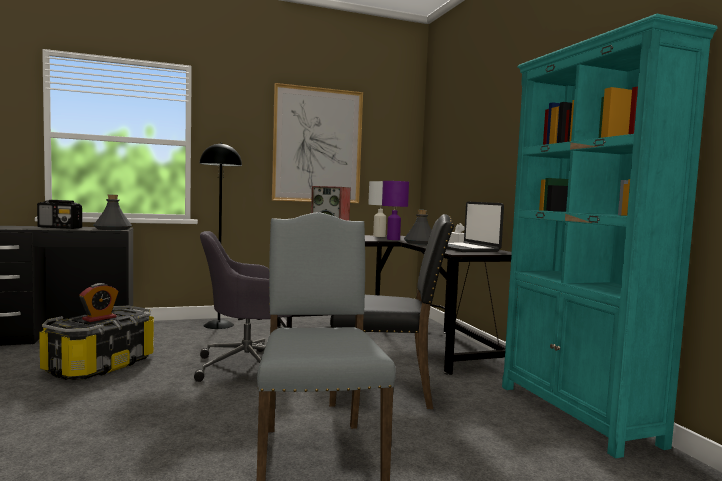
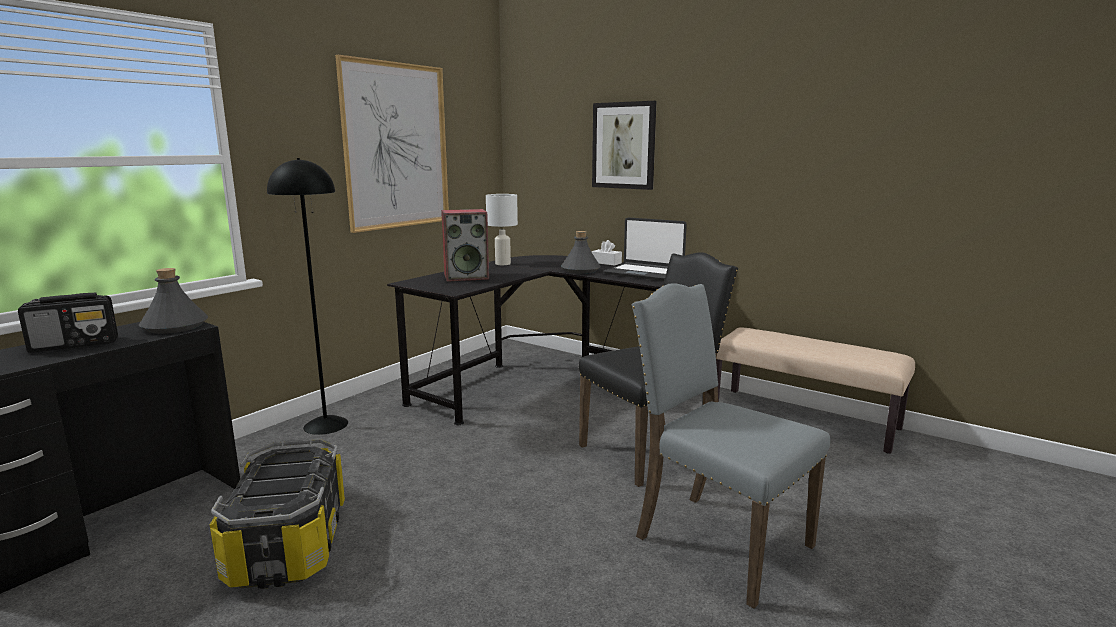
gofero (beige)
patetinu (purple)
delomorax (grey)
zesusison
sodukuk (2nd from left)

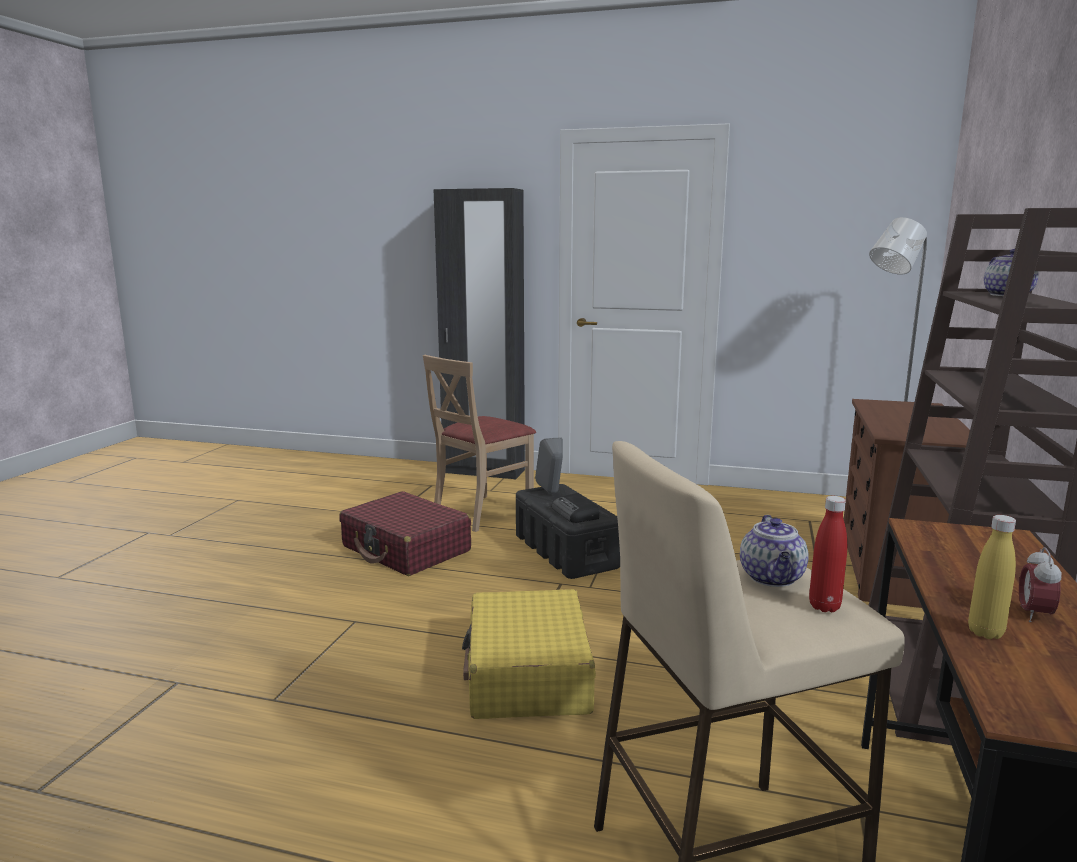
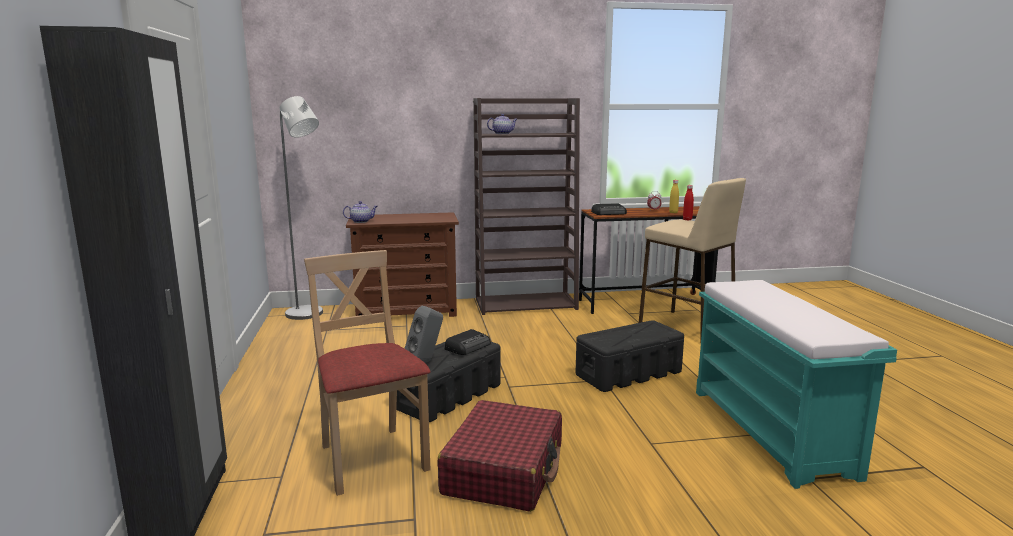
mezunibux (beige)
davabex (1st from left)
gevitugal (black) (2nd from left)
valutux (2nd from left)
gofero (turquoise)

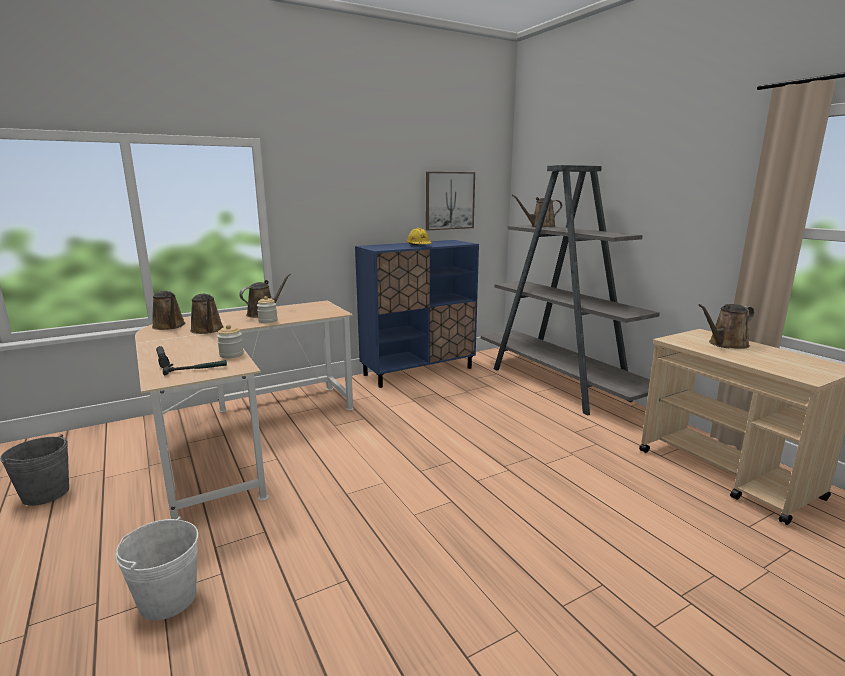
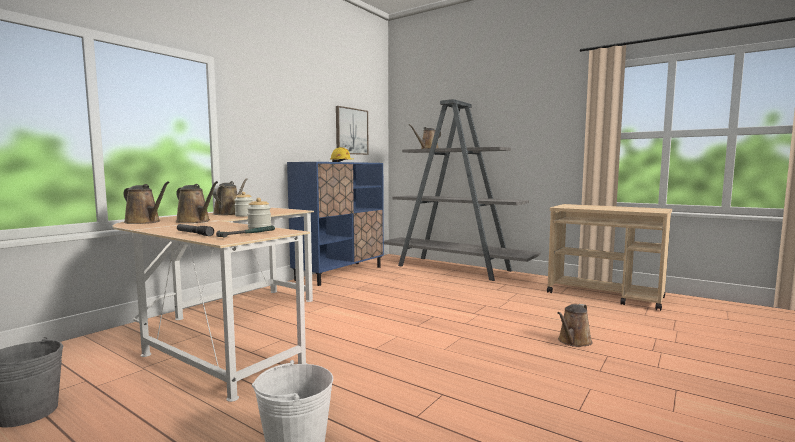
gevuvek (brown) (5th from left)

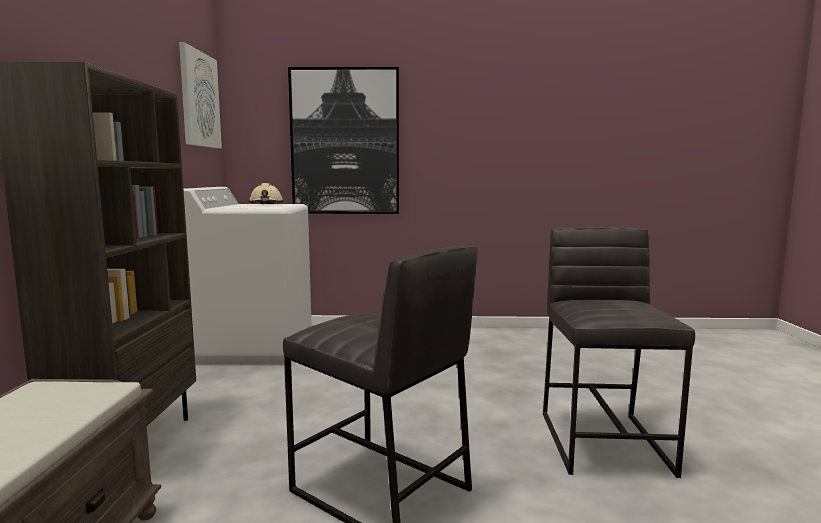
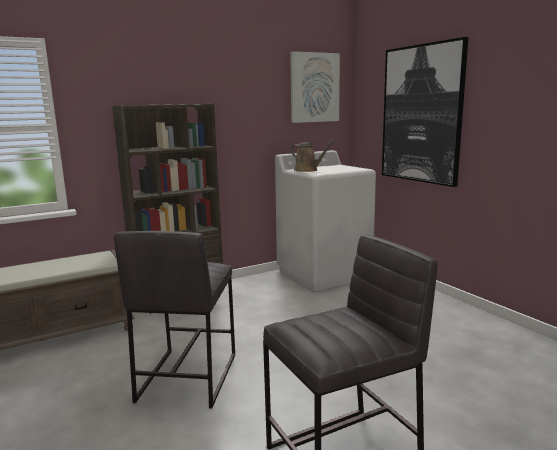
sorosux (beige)
gevuvek (brown)

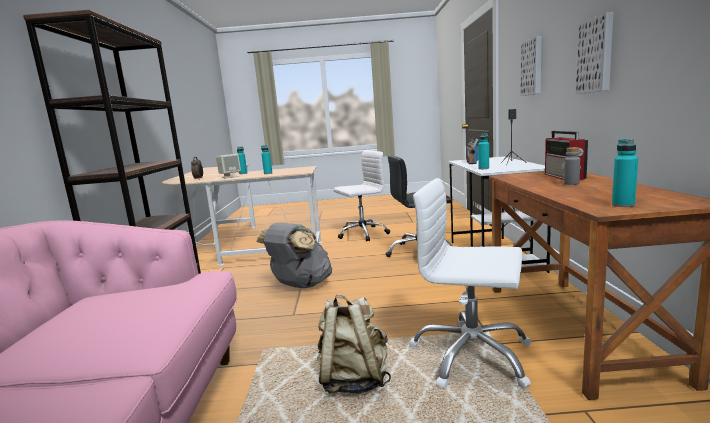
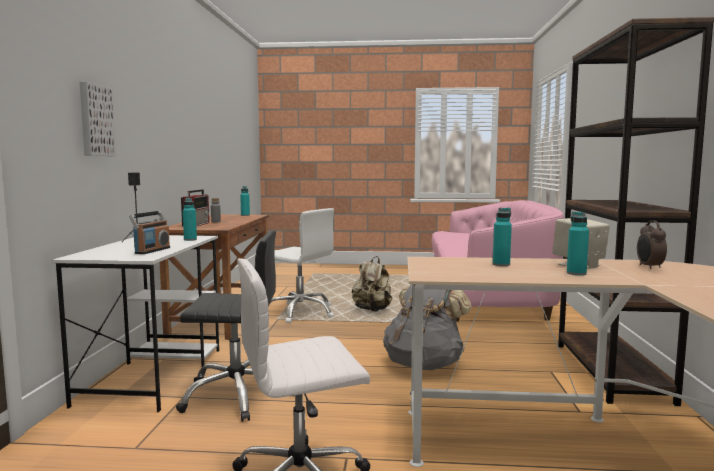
sodukuk (2nd from left in the first image)

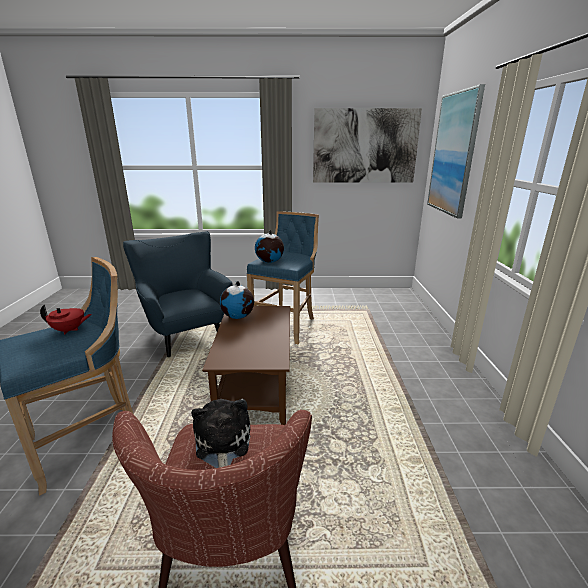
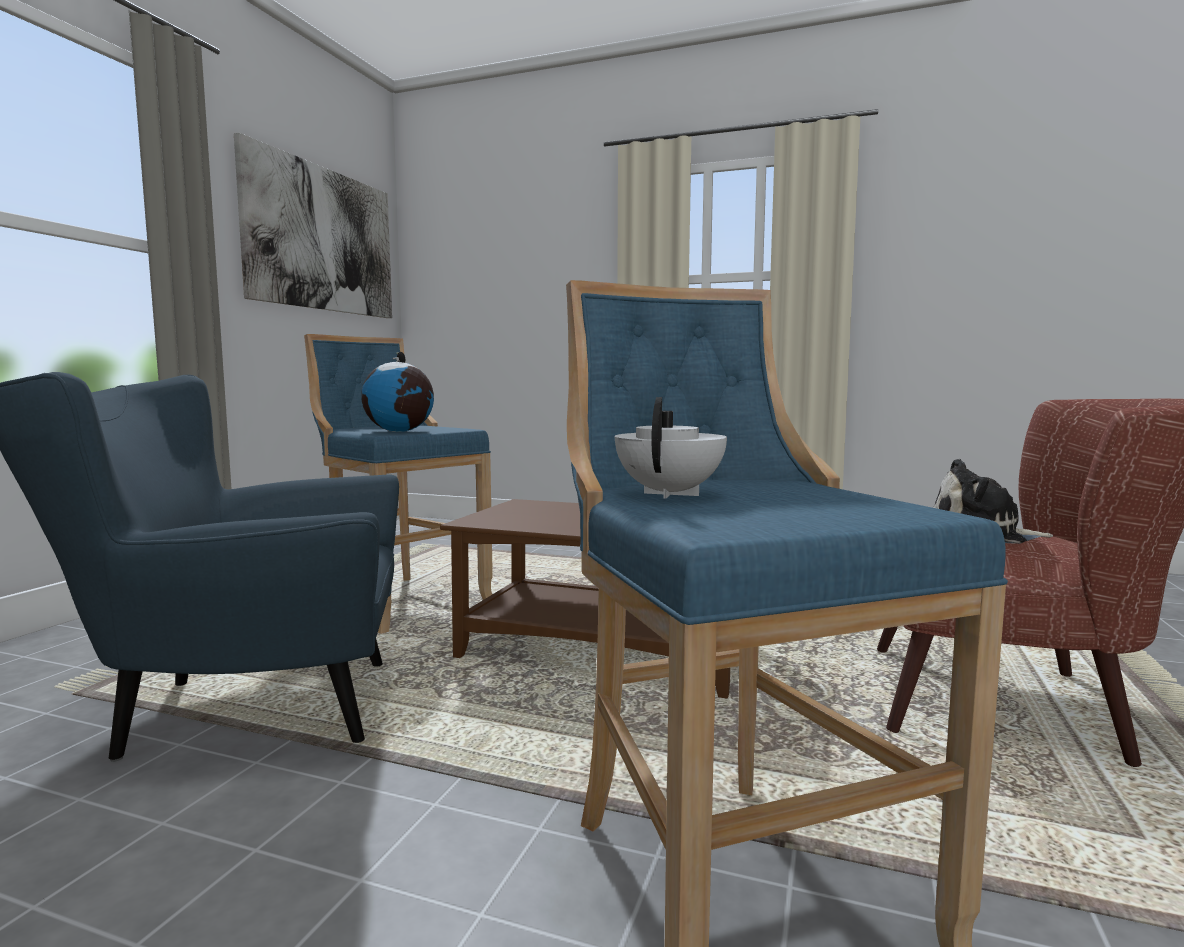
sodukuk (2nd from left in the first image)
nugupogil (1st from left in the first image)
davabex (white)

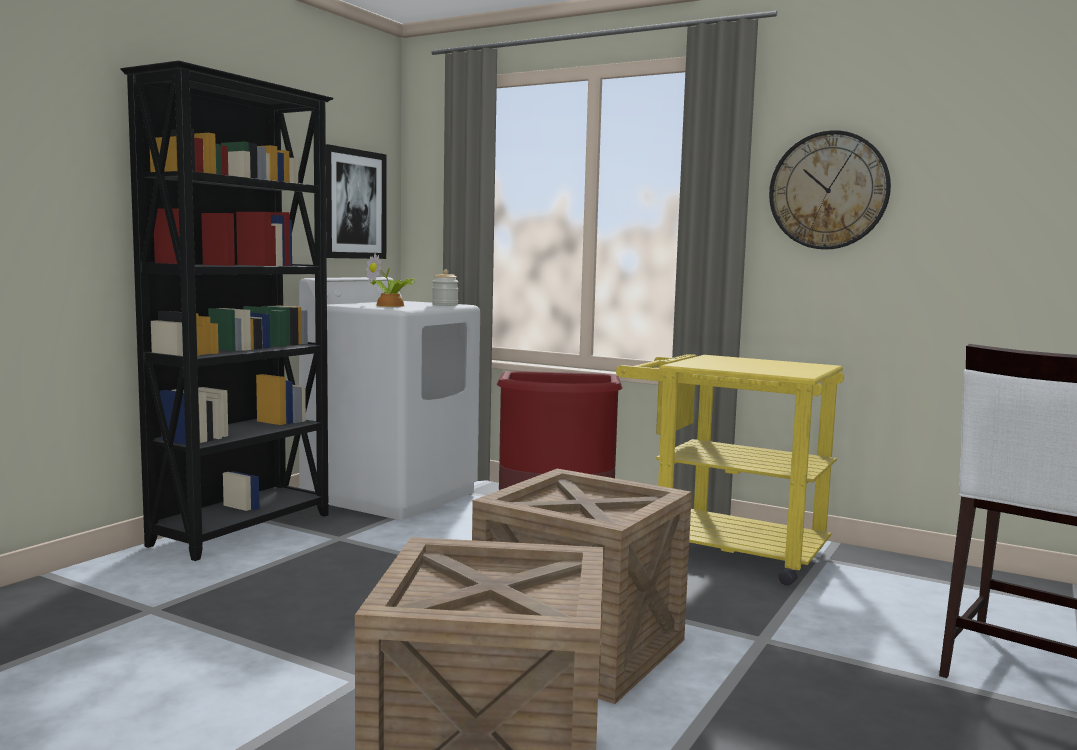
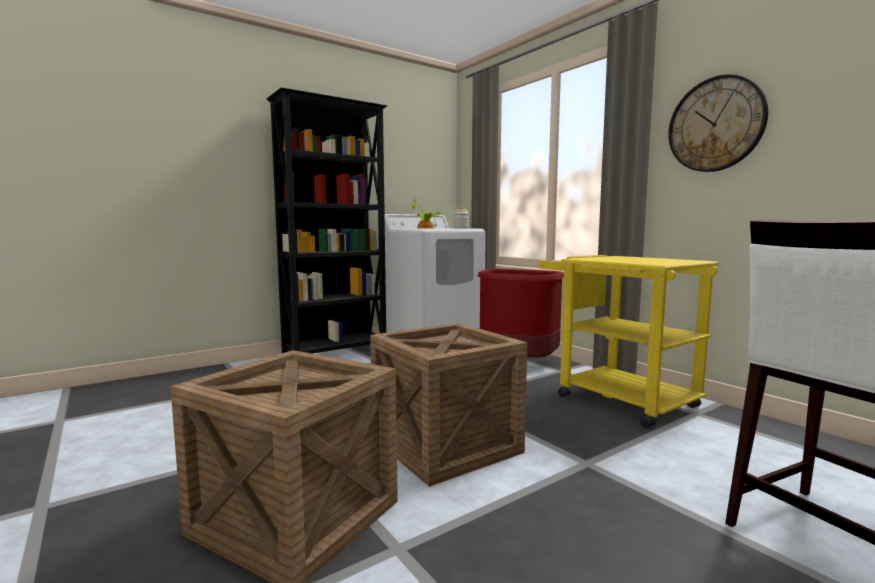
sodukuk

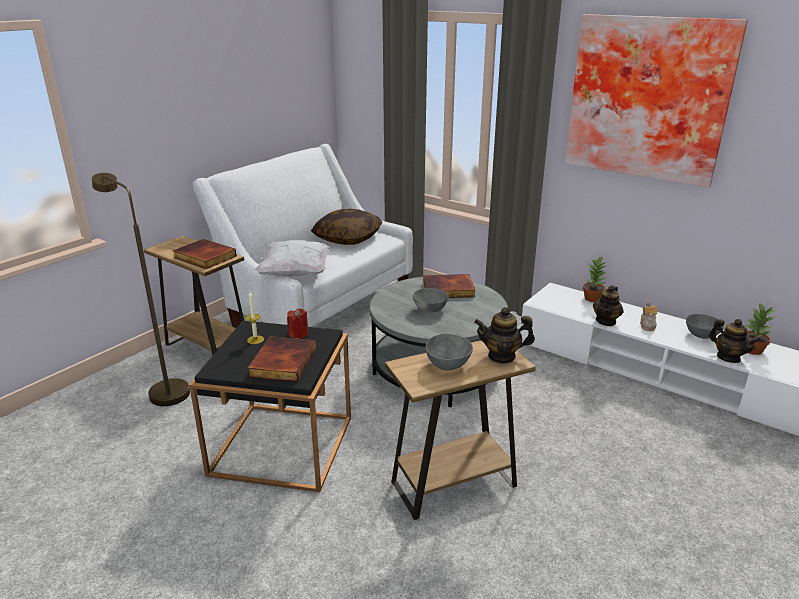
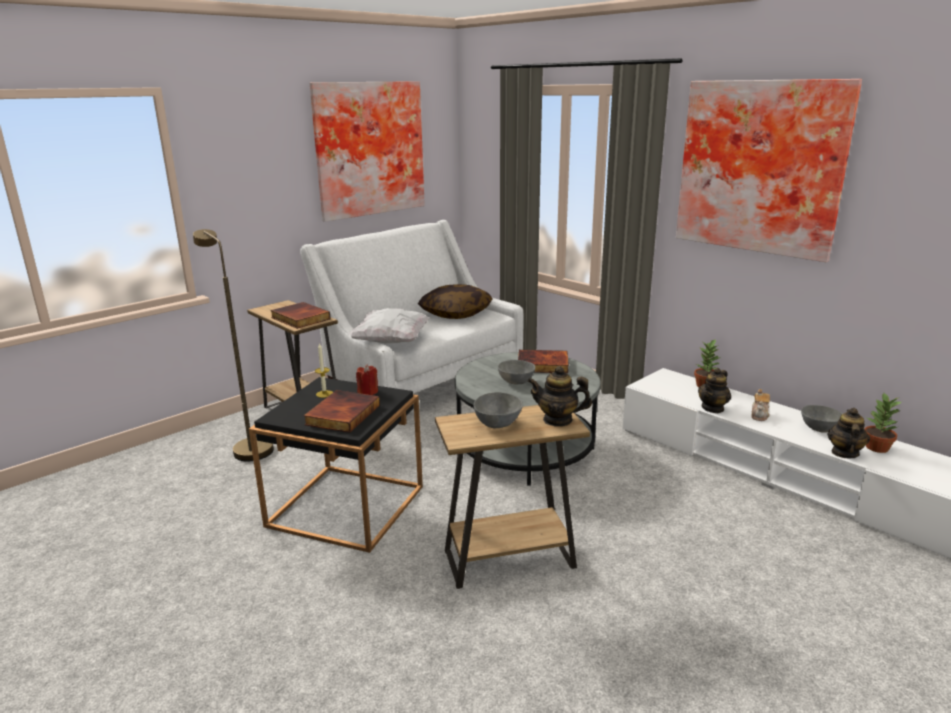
davabex (4th from left)
sodukuk (1st from left)

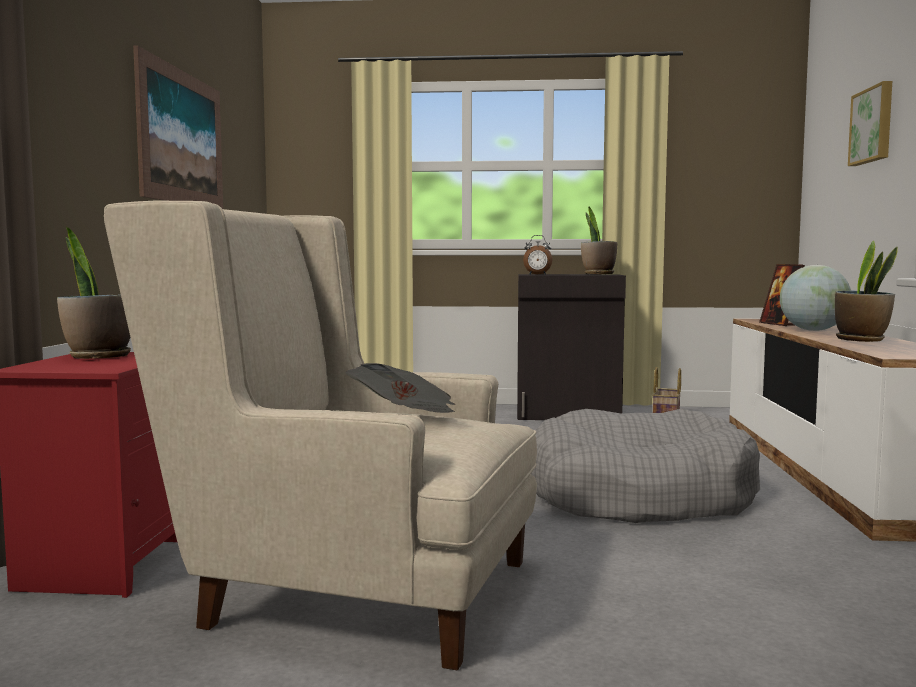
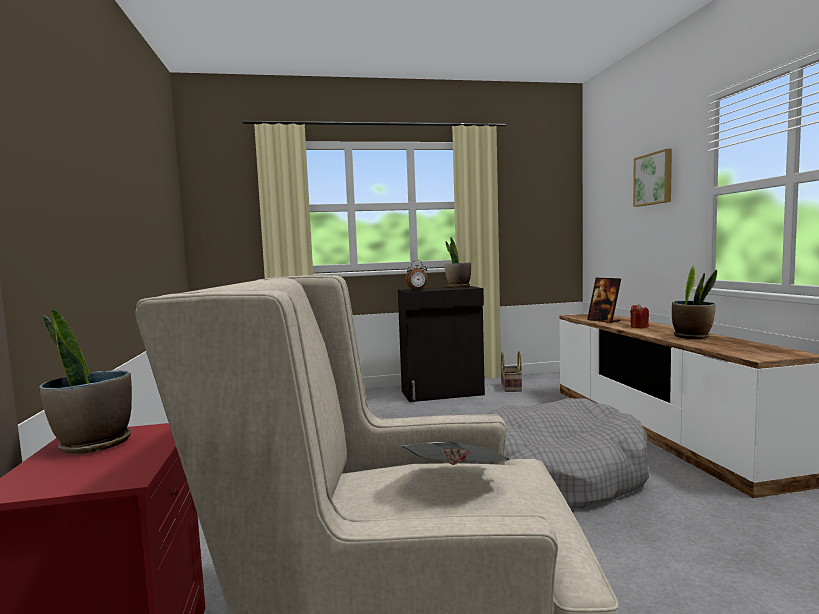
sodukuk (1st from left in the first image)
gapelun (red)

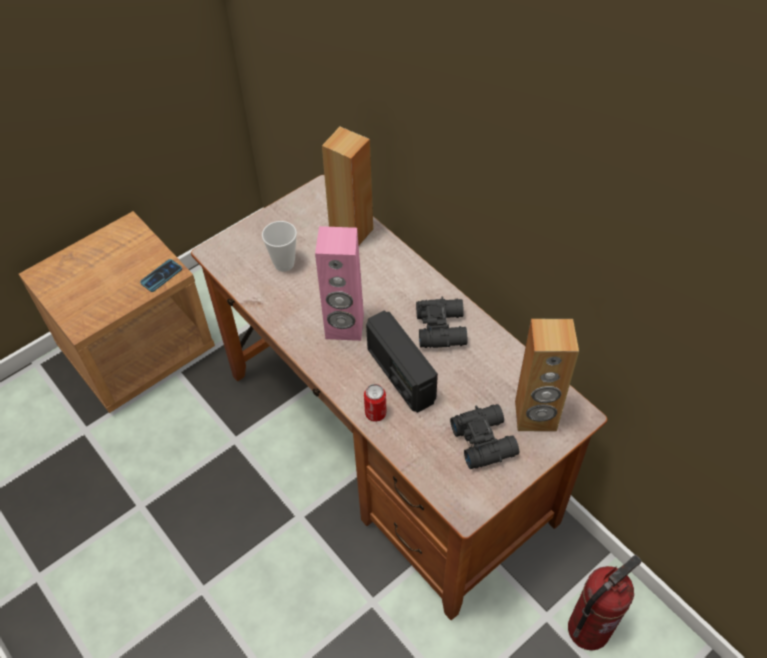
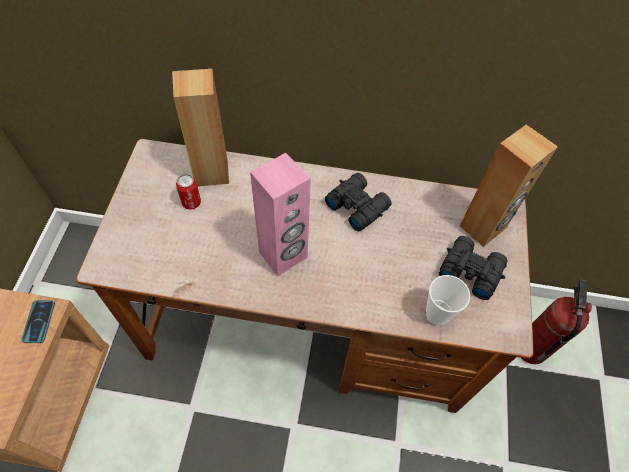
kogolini
valutux
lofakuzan

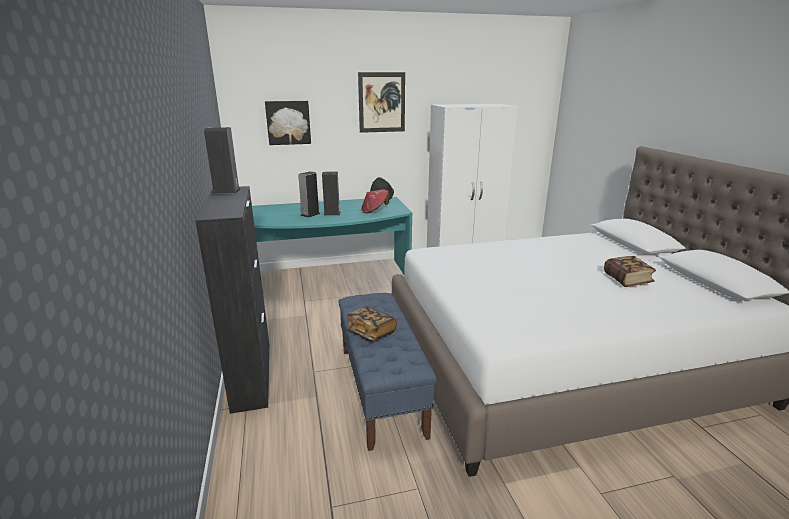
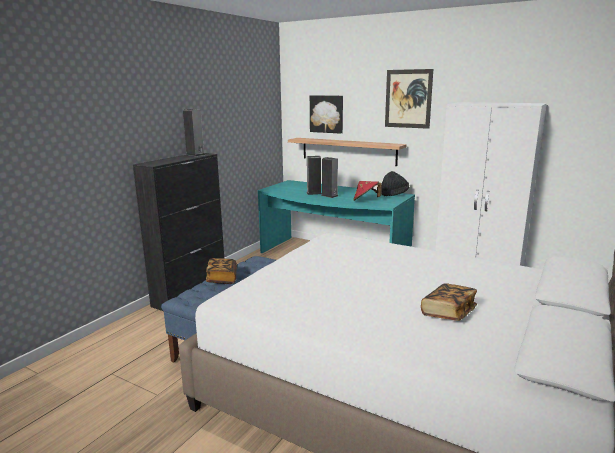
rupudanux

